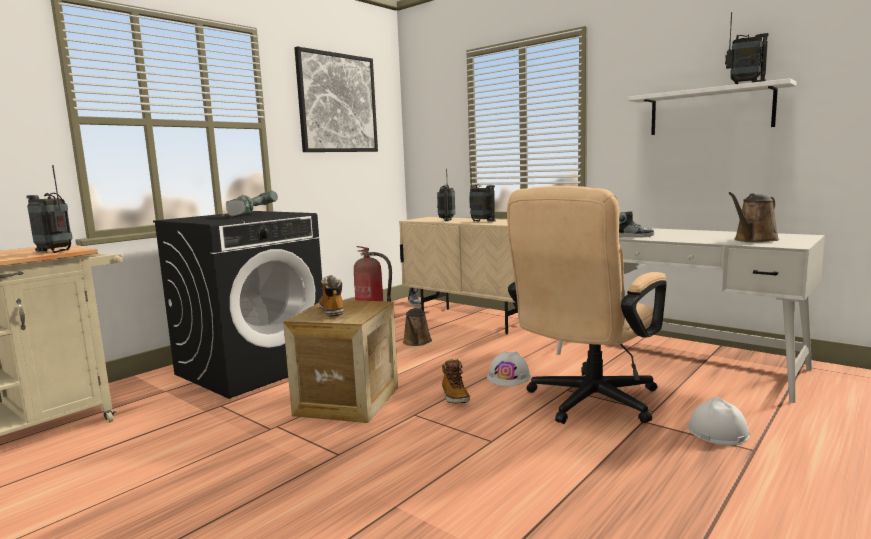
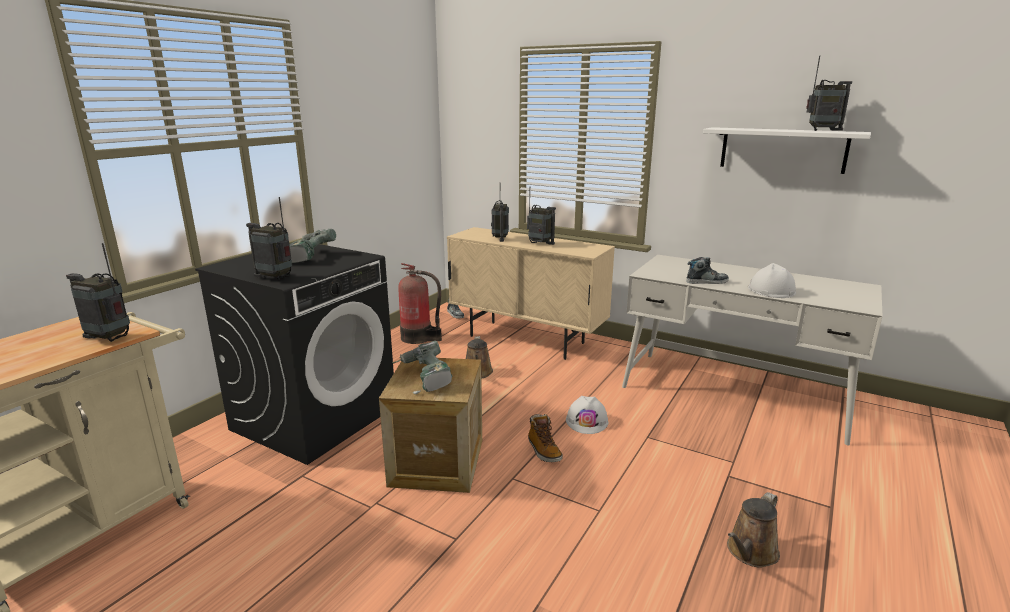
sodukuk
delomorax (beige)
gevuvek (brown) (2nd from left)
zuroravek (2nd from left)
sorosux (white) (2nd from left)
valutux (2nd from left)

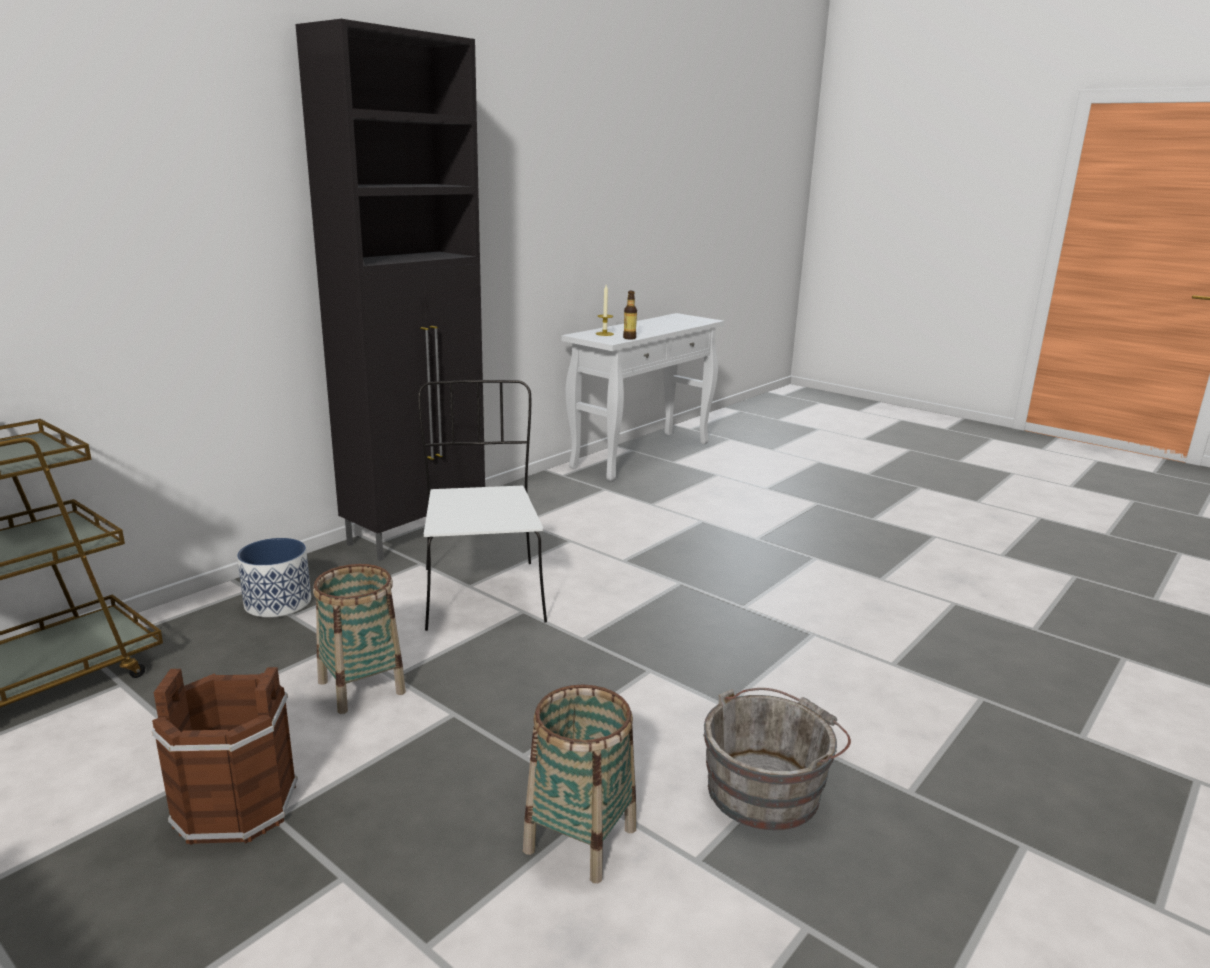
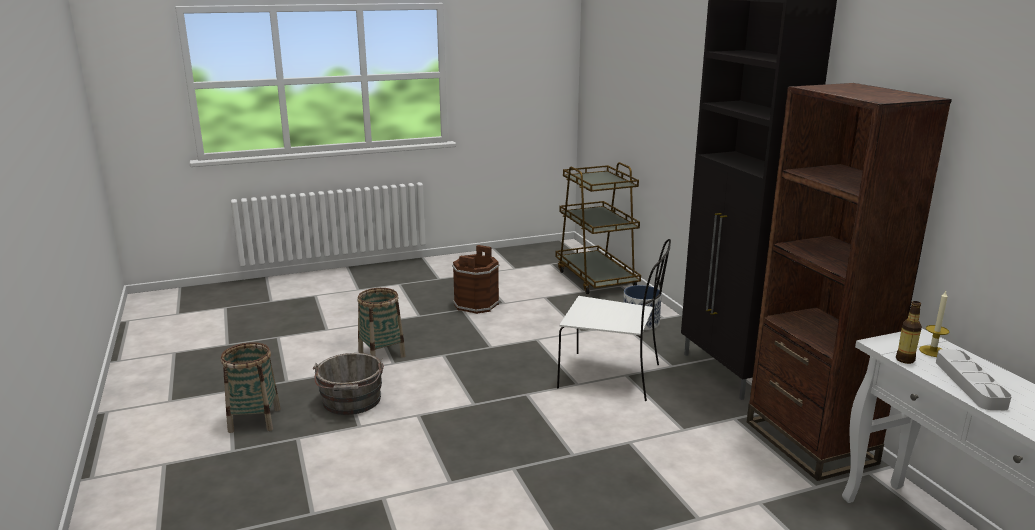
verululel (1st from left)
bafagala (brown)
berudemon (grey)

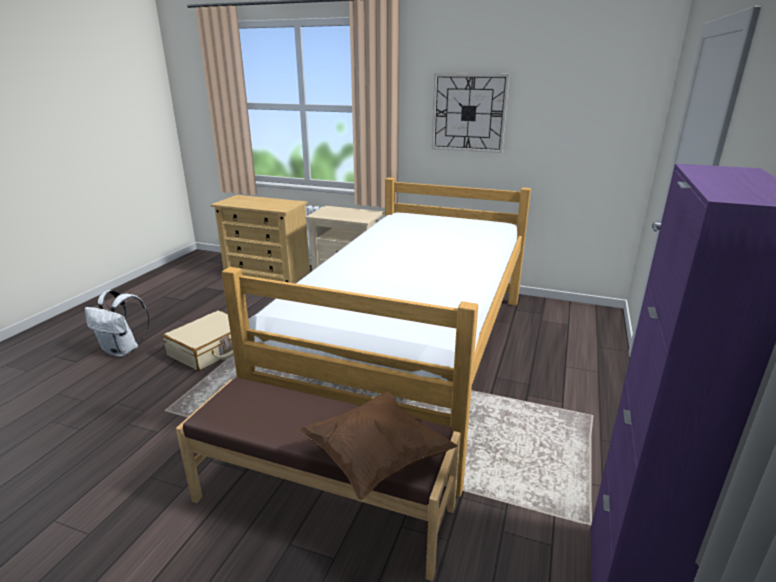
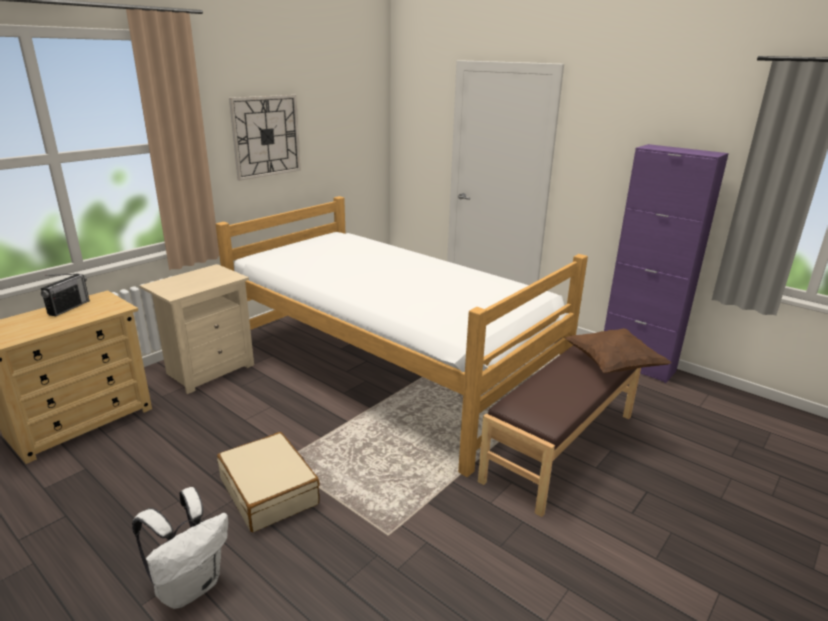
valutux

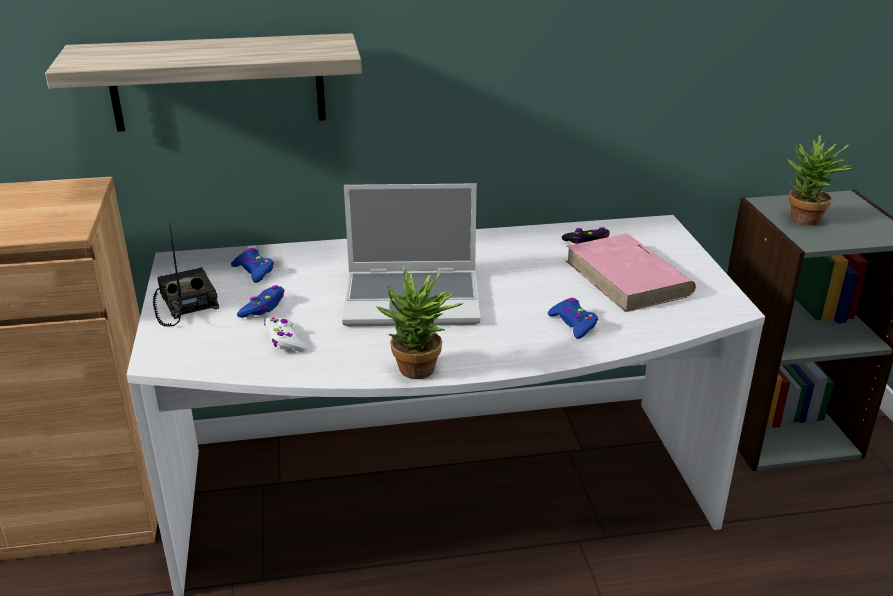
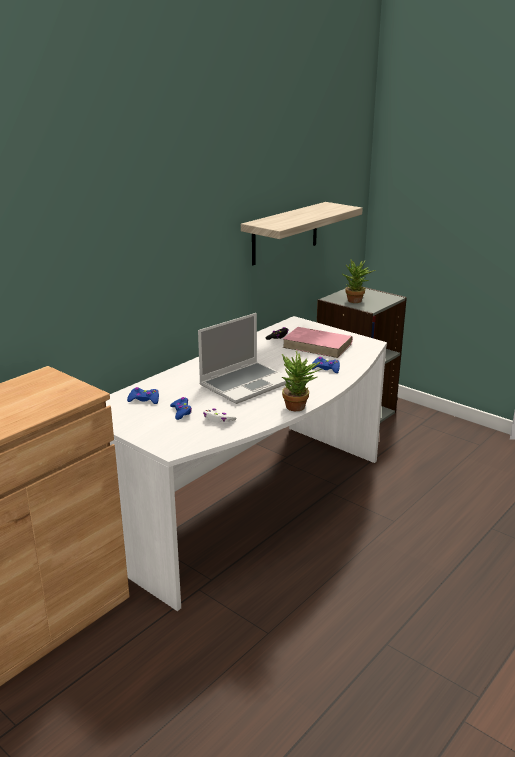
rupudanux
valutux

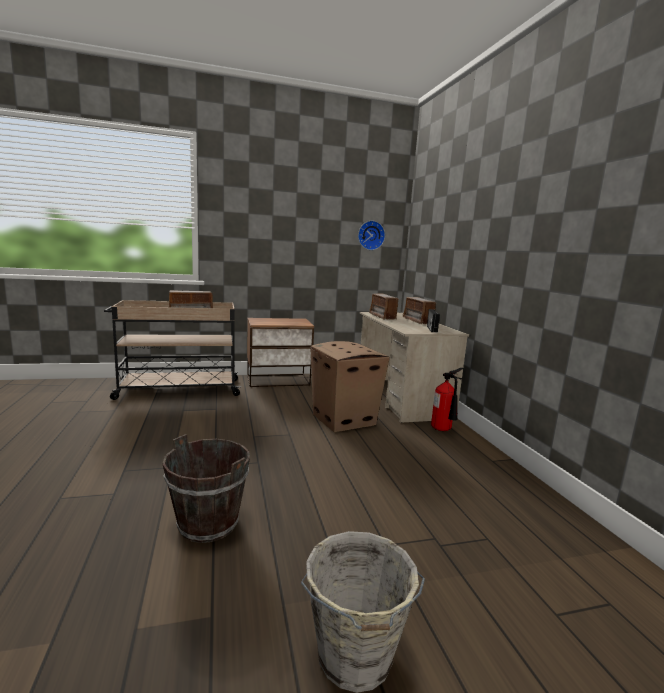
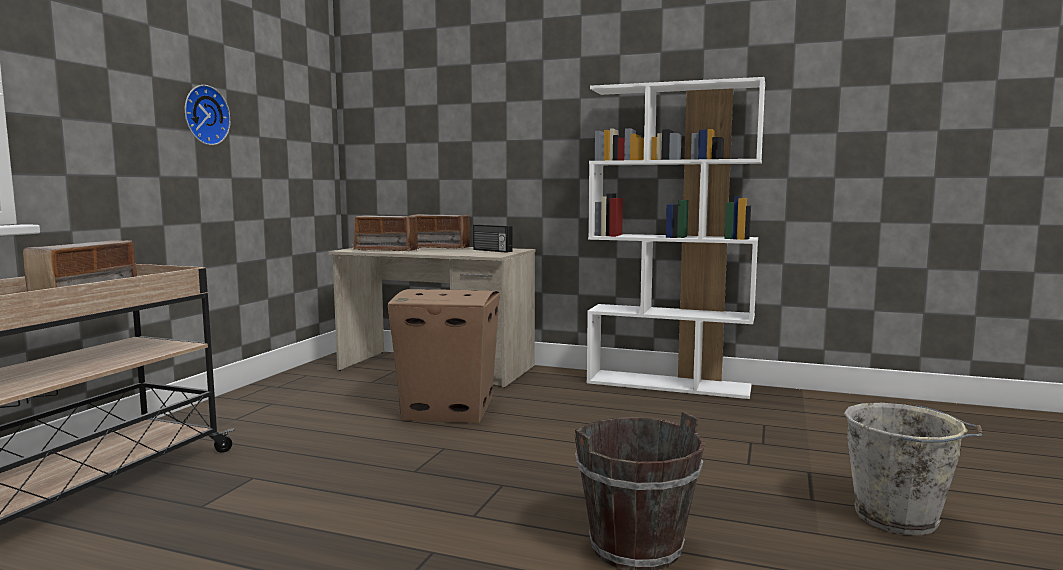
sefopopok
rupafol
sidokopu
bafagala (white)

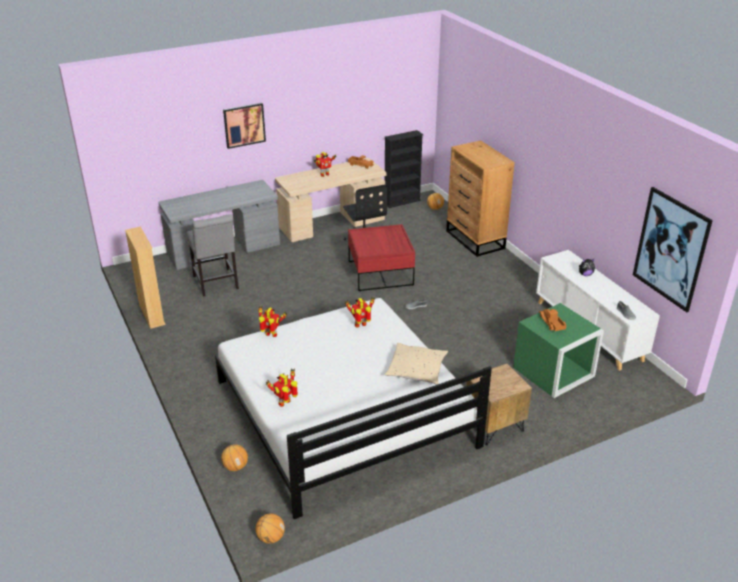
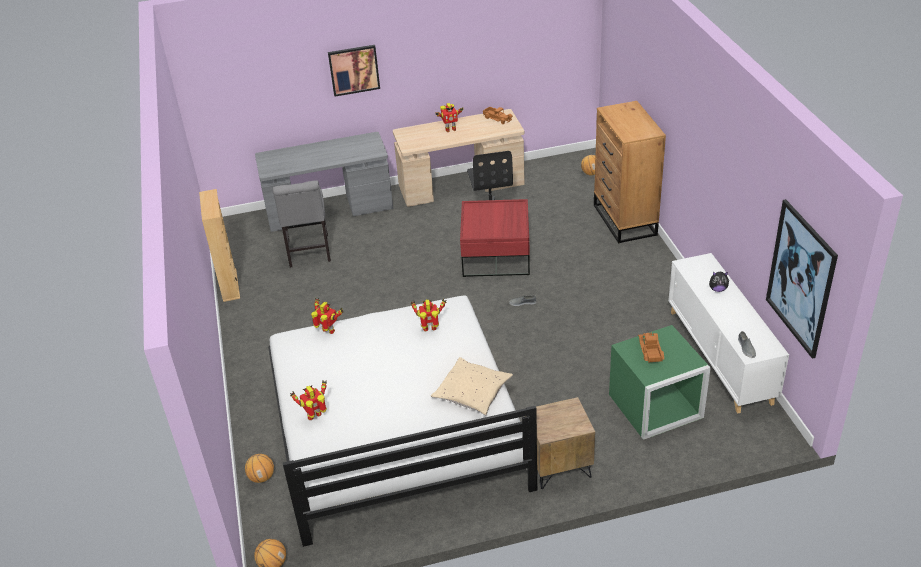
bafagala (black)

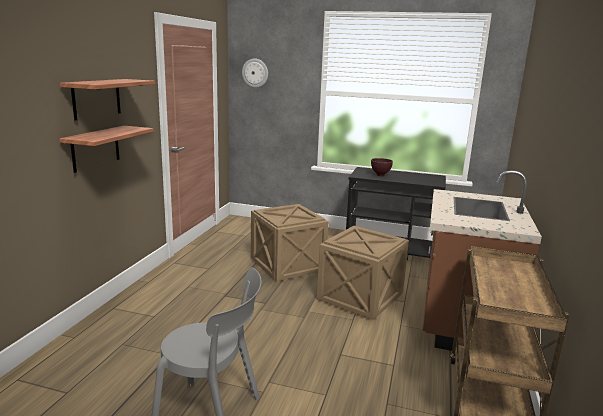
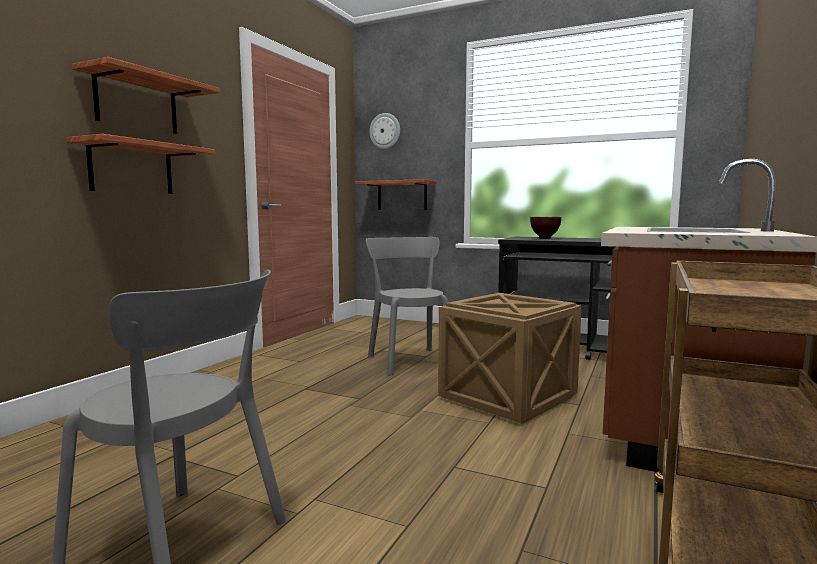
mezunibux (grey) (2nd from left)
rupudanux (3rd from left)

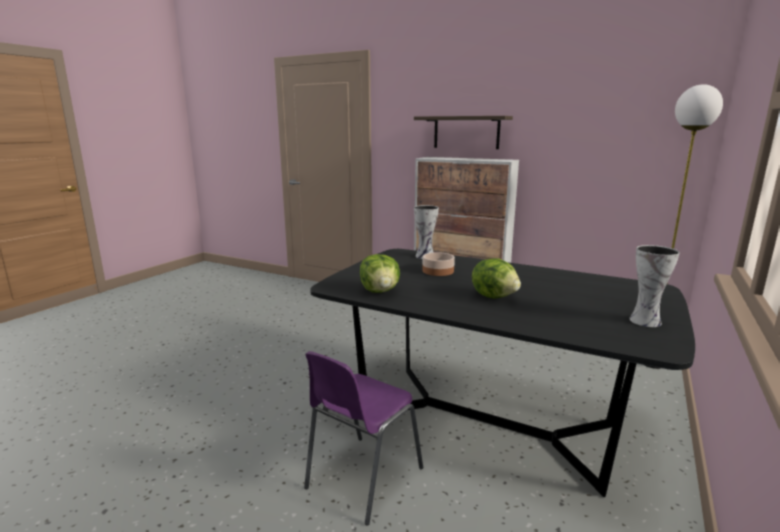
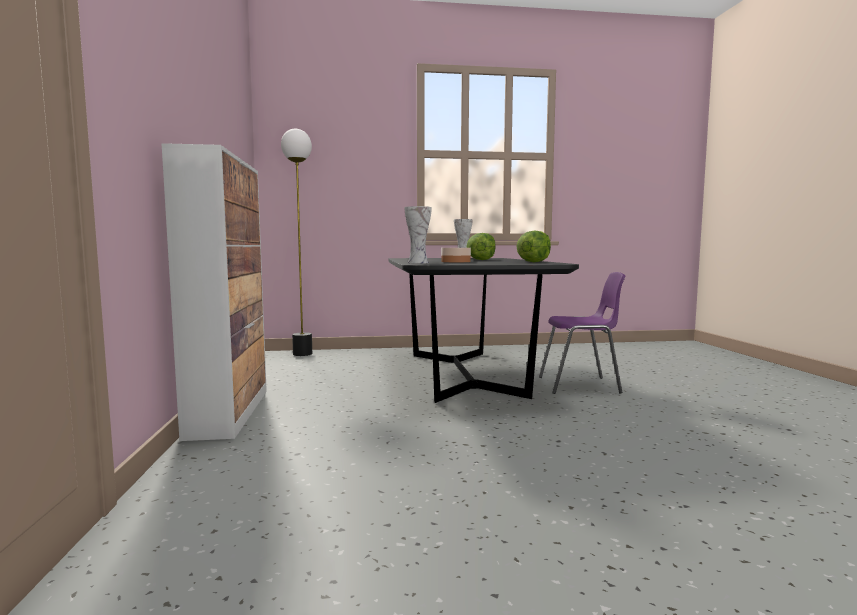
rupudanux

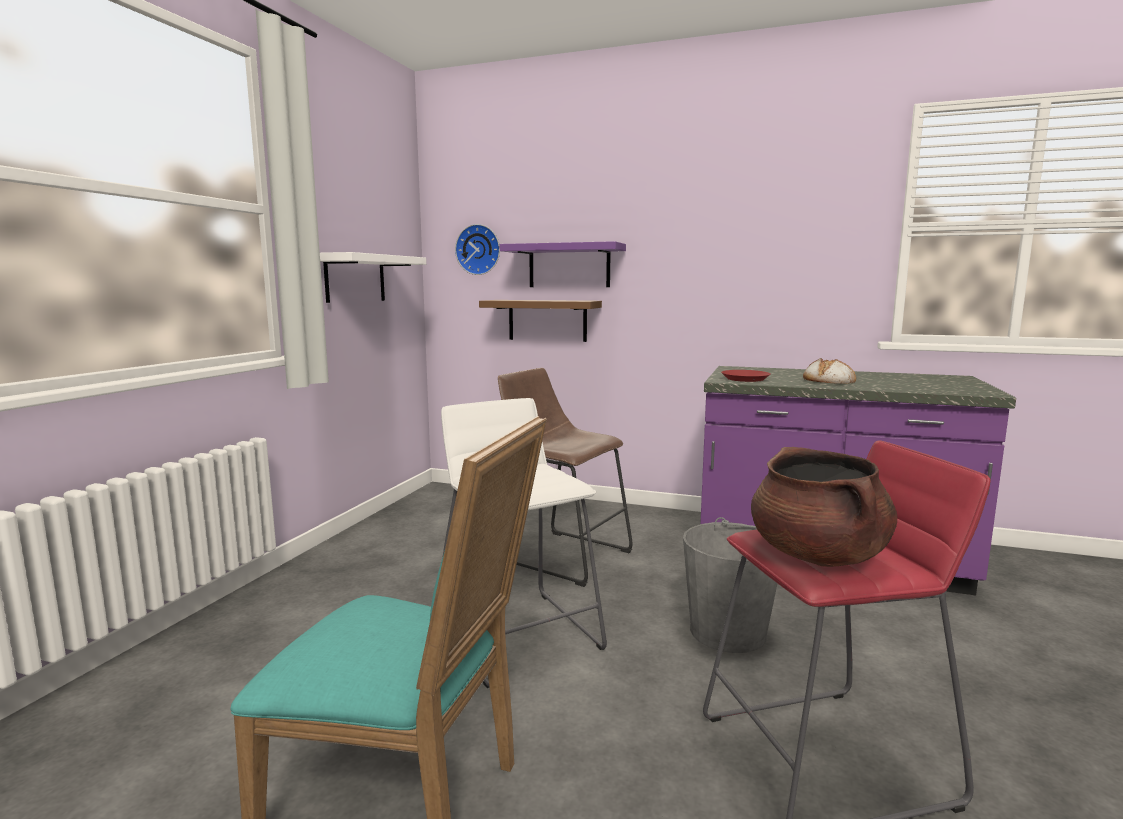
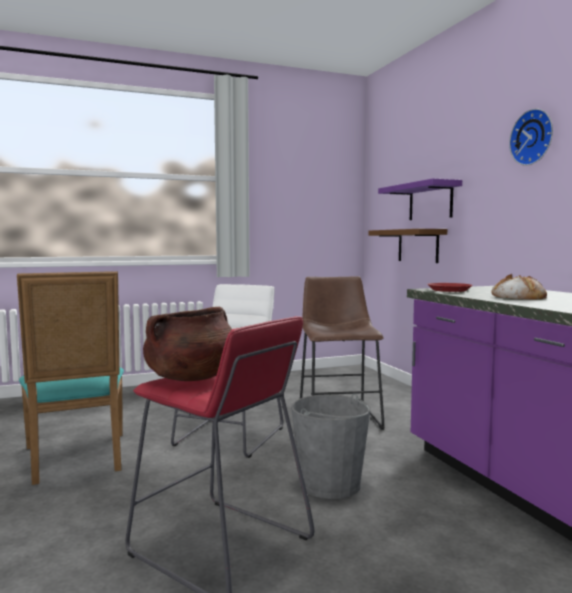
sefopopok
rupudanux (white)

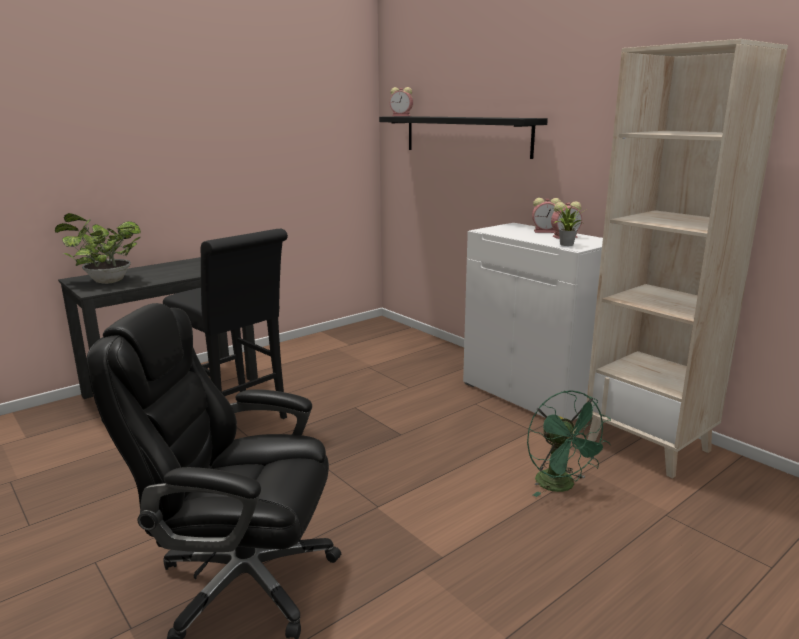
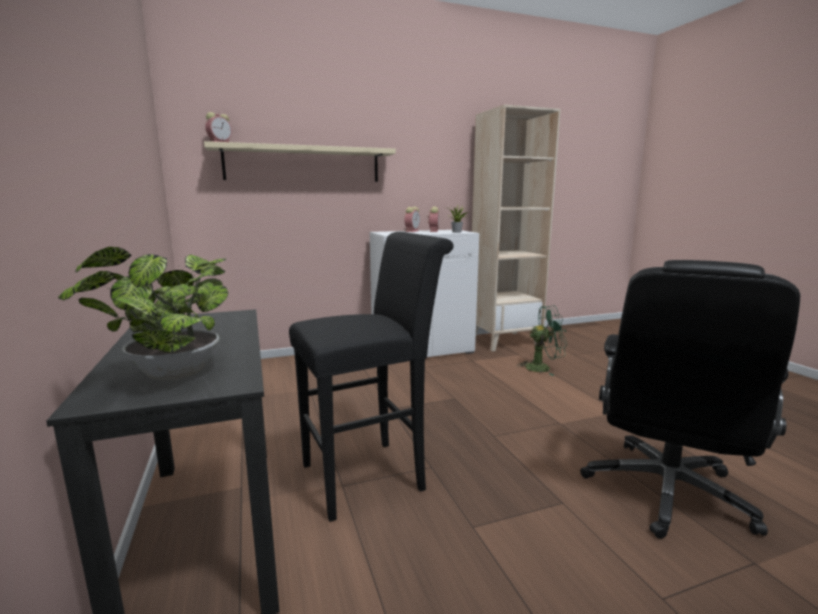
rupudanux (beige)

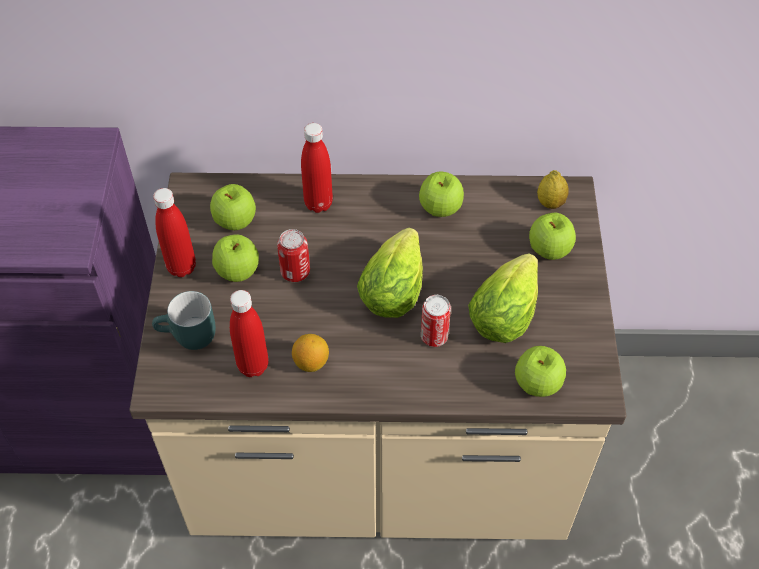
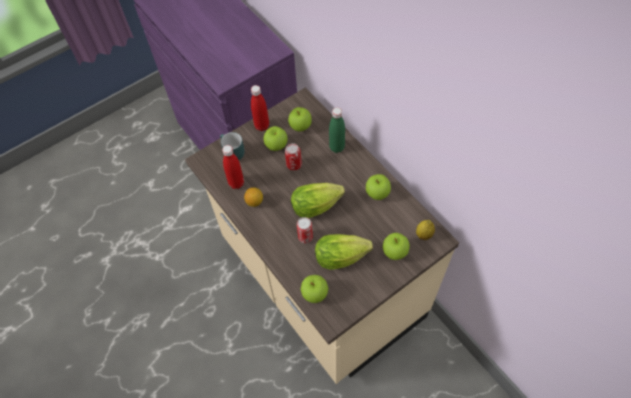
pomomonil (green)

